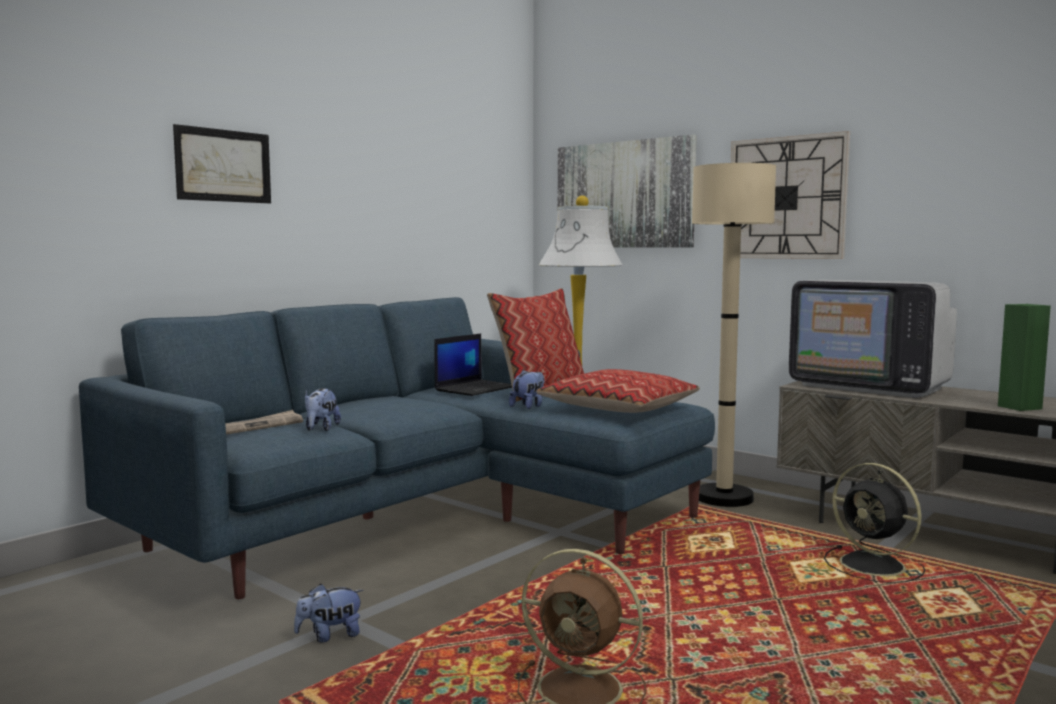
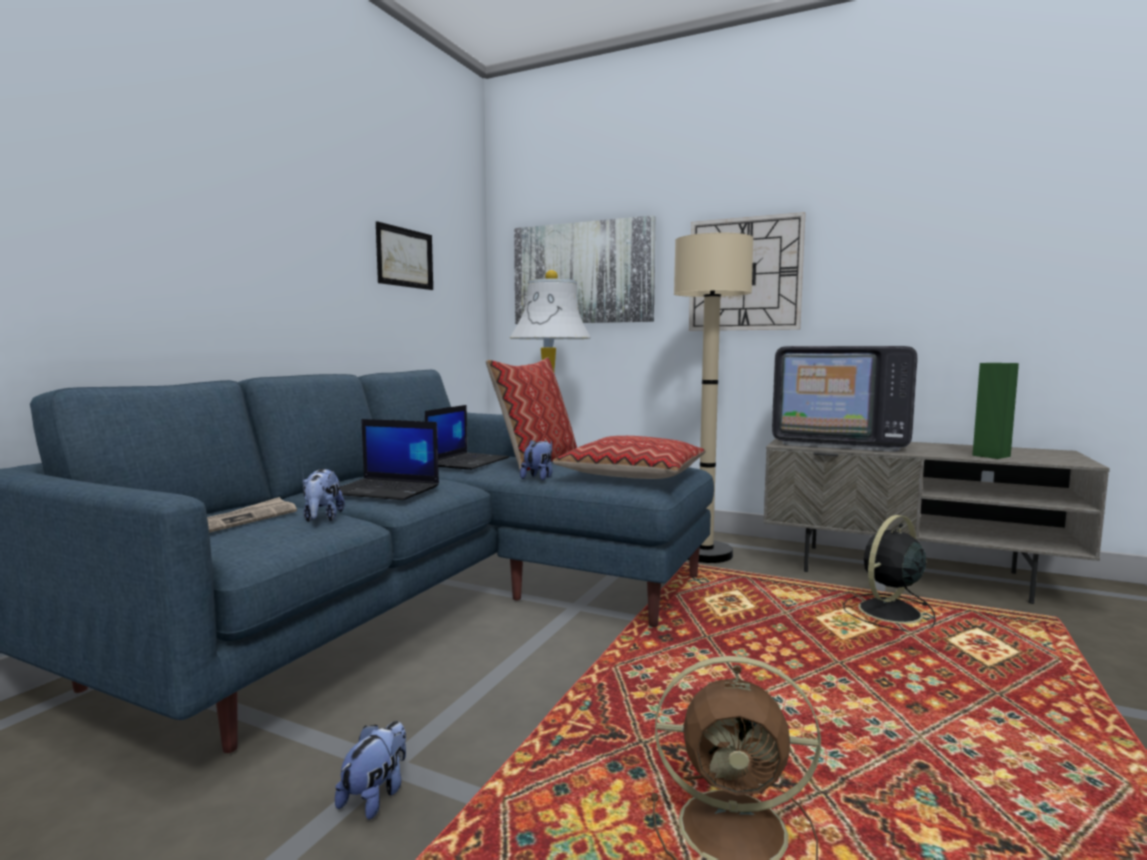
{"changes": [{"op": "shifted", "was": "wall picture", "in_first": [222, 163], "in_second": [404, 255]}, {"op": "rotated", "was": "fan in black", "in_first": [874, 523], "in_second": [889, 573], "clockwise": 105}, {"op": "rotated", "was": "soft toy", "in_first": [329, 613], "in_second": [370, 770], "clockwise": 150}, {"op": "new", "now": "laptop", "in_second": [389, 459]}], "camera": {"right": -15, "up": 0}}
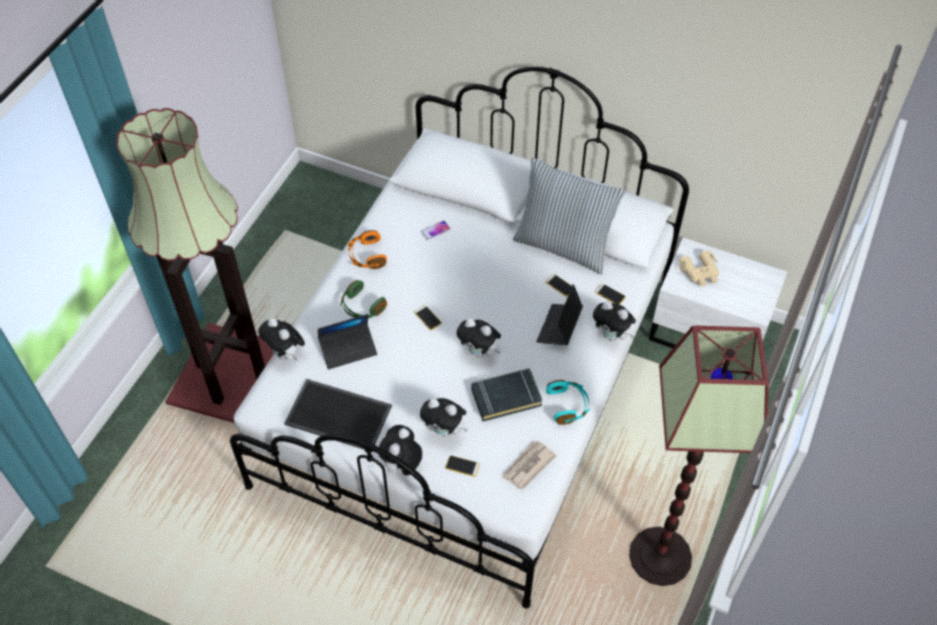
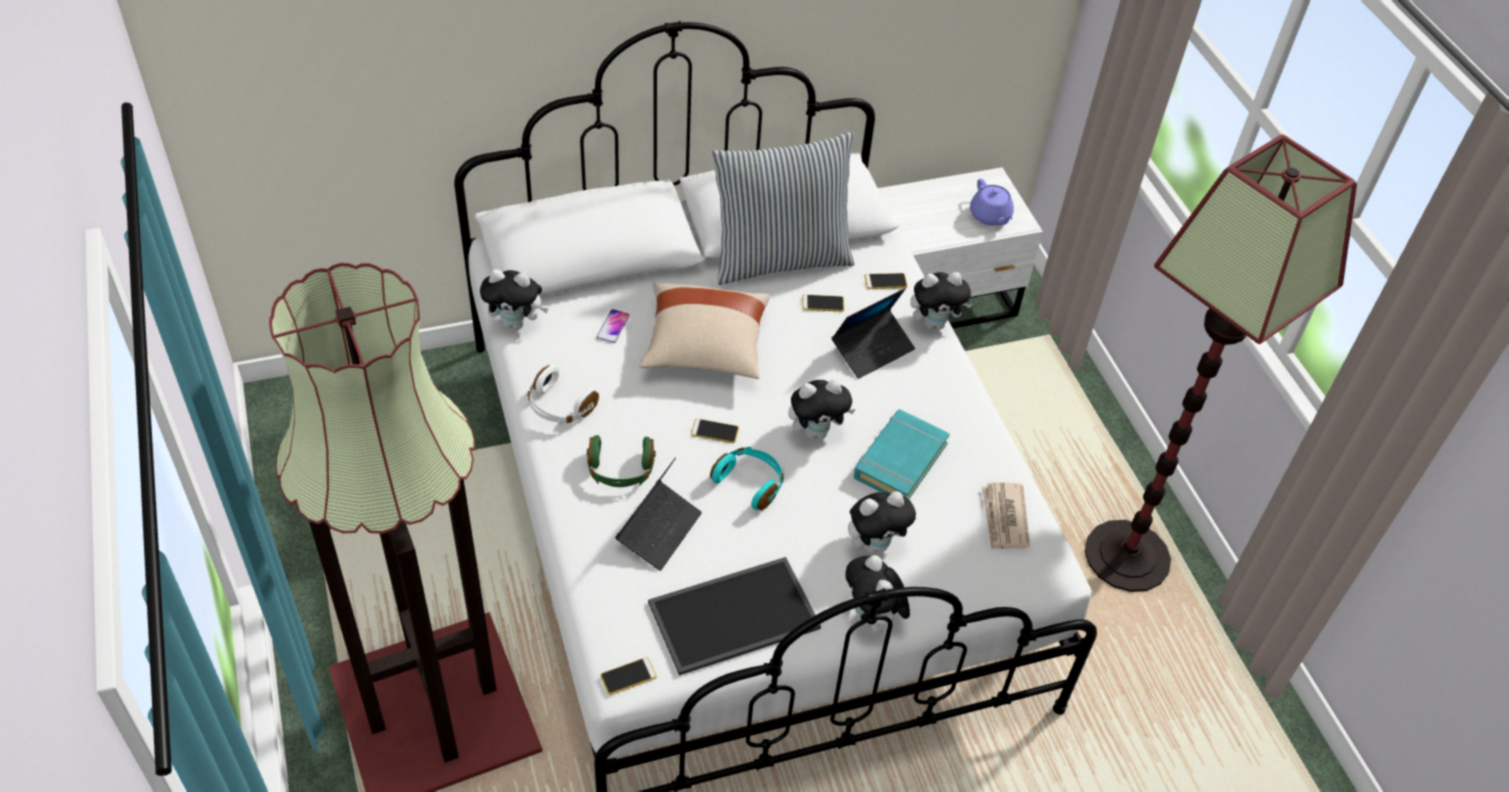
{"changes": [{"op": "repainted", "was": "headphones in orange-coloured", "now": "headphones in white-coloured", "in_first": [367, 249], "in_second": [563, 395]}, {"op": "gone", "was": "field glasses in beige", "in_first": [699, 268]}, {"op": "rotated", "was": "laptop", "in_first": [559, 314], "in_second": [873, 333], "clockwise": -105}, {"op": "shifted", "was": "soft toy", "in_first": [281, 339], "in_second": [514, 299]}, {"op": "repainted", "was": "book in black", "now": "book in turquoise-coloured", "in_first": [507, 394], "in_second": [902, 454]}, {"op": "shifted", "was": "headphones in turquoise-coloured", "in_first": [568, 402], "in_second": [747, 479]}, {"op": "shifted", "was": "handset", "in_first": [462, 466], "in_second": [628, 676]}, {"op": "new", "now": "tea pot in purplish", "in_second": [992, 202]}, {"op": "new", "now": "cushion in beige", "in_second": [705, 331]}], "camera": {"right": -45, "up": -5}}
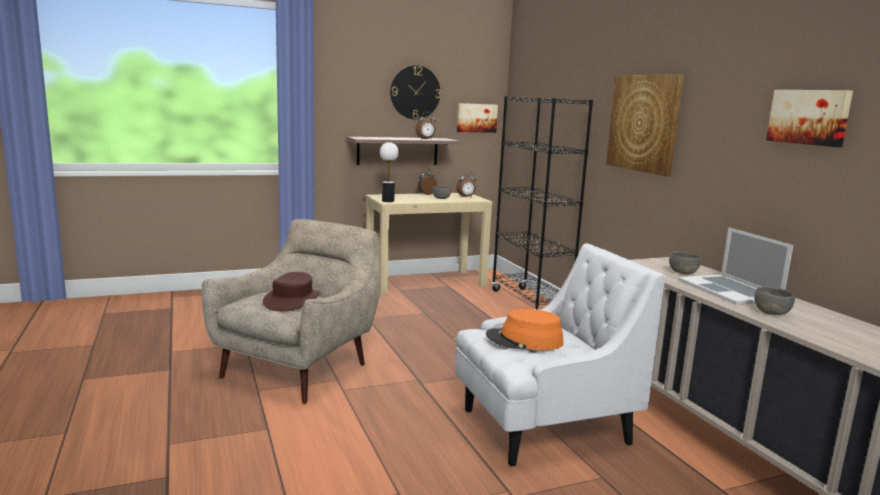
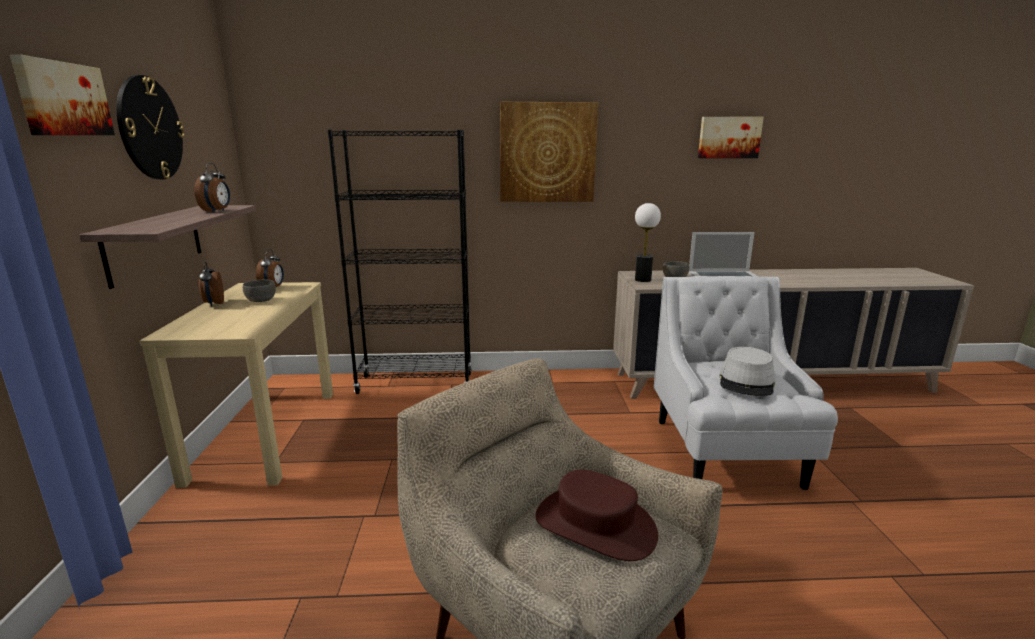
{"changes": [{"op": "shifted", "was": "wall picture", "in_first": [477, 118], "in_second": [62, 94]}, {"op": "shifted", "was": "tabletop lamp", "in_first": [389, 172], "in_second": [648, 242]}, {"op": "gone", "was": "deep dish in grey", "in_first": [774, 301]}, {"op": "repainted", "was": "clothing hat in orange-coloured", "now": "clothing hat in grey", "in_first": [525, 329], "in_second": [747, 371]}], "camera": {"right": -70, "up": 5}}
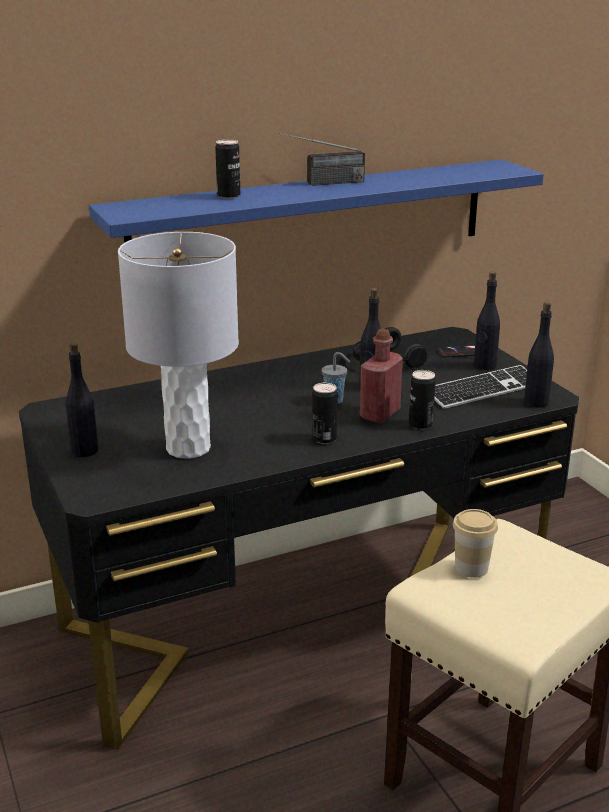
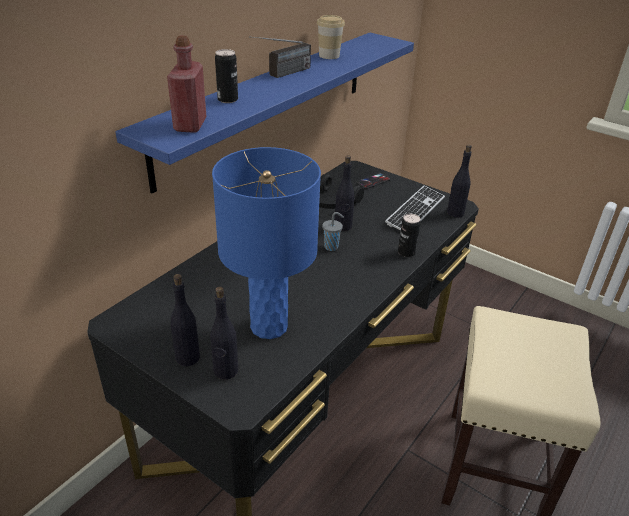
{"changes": [{"op": "repainted", "was": "tabletop lamp in grey", "now": "tabletop lamp in blue", "in_first": [178, 345], "in_second": [266, 243]}, {"op": "shifted", "was": "bottle in black", "in_first": [487, 321], "in_second": [224, 333]}, {"op": "shifted", "was": "bottle in reddish", "in_first": [381, 376], "in_second": [187, 84]}, {"op": "gone", "was": "sealed can", "in_first": [324, 413]}, {"op": "shifted", "was": "cup", "in_first": [475, 543], "in_second": [331, 37]}], "camera": {"right": -30, "up": 10}}
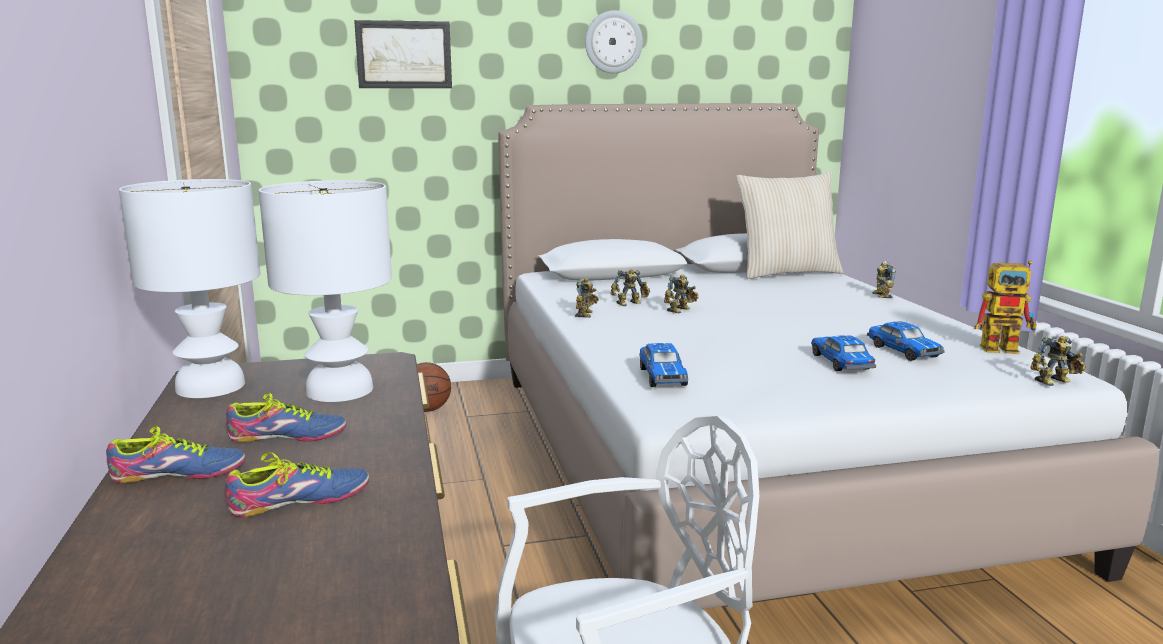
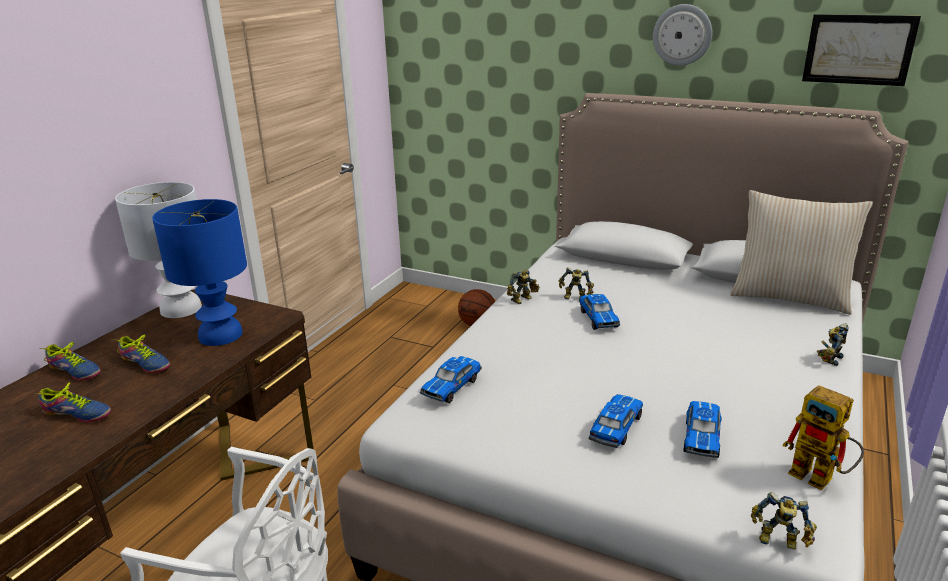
{"changes": [{"op": "shifted", "was": "wall picture", "in_first": [403, 54], "in_second": [861, 50]}, {"op": "repainted", "was": "tabletop lamp in white-coloured", "now": "tabletop lamp in blue", "in_first": [325, 291], "in_second": [199, 272]}, {"op": "swapped", "was": "toy robot", "now": "miniature car", "in_first": [681, 293], "in_second": [599, 312]}], "camera": {"right": 40, "up": 10}}
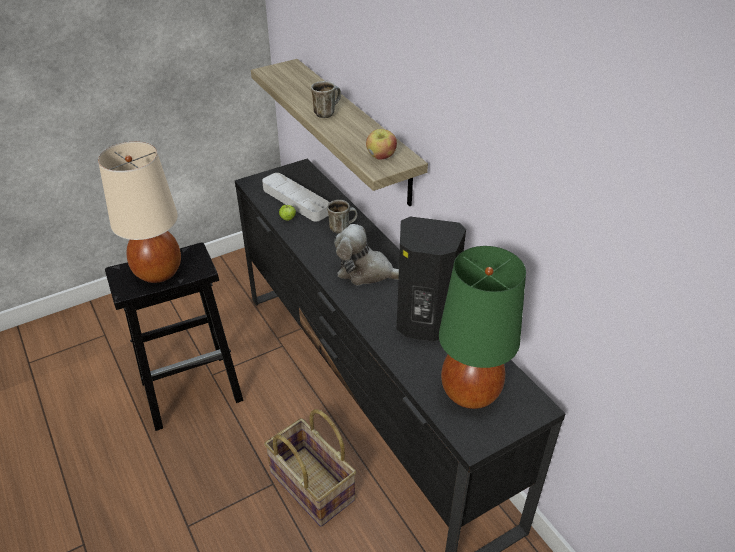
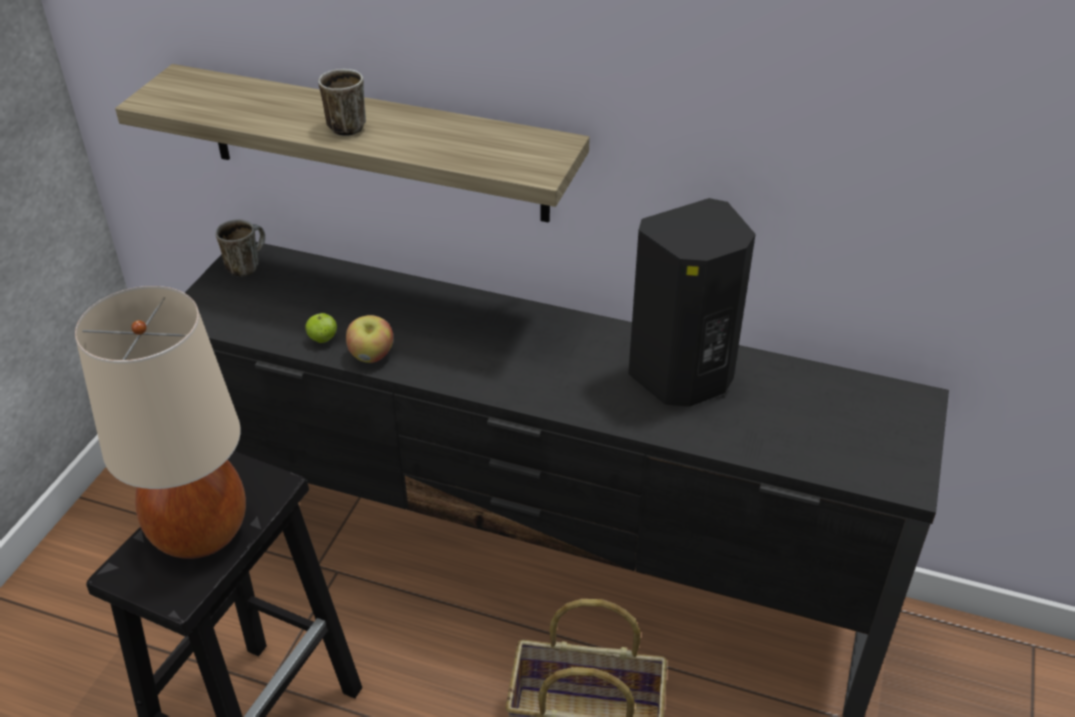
{"changes": [{"op": "shifted", "was": "whole apple", "in_first": [381, 144], "in_second": [369, 339]}, {"op": "gone", "was": "carrying tray in grey", "in_first": [296, 197]}, {"op": "shifted", "was": "tea mug", "in_first": [342, 217], "in_second": [240, 248]}, {"op": "gone", "was": "soft toy", "in_first": [366, 254]}, {"op": "gone", "was": "tabletop lamp in greenish", "in_first": [482, 327]}], "camera": {"right": -40, "up": 0}}
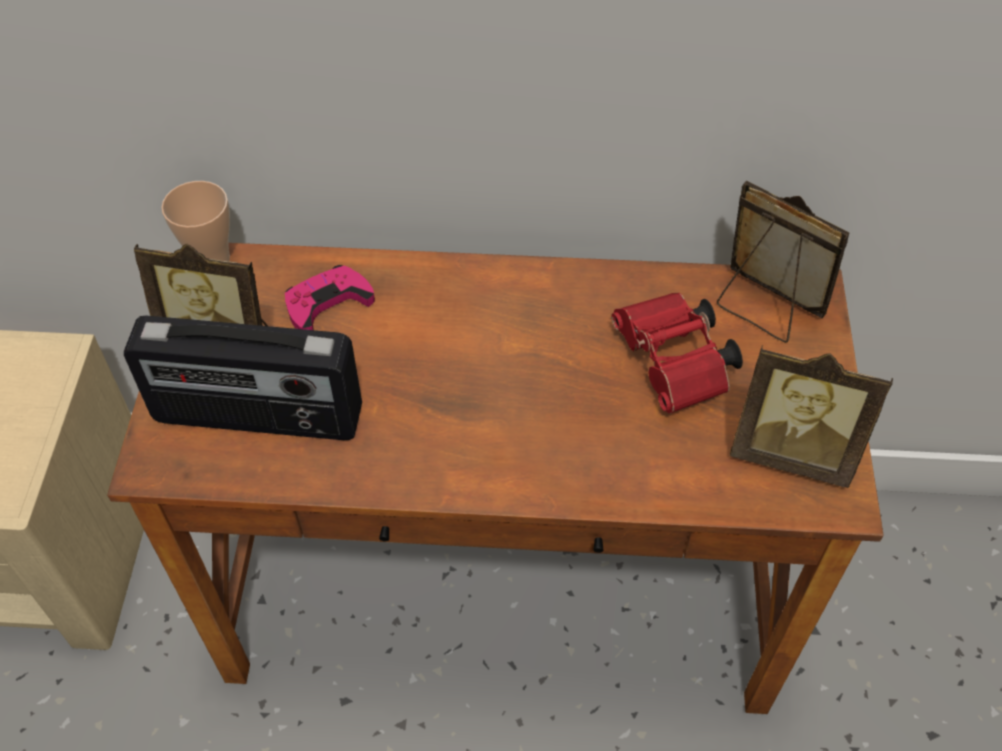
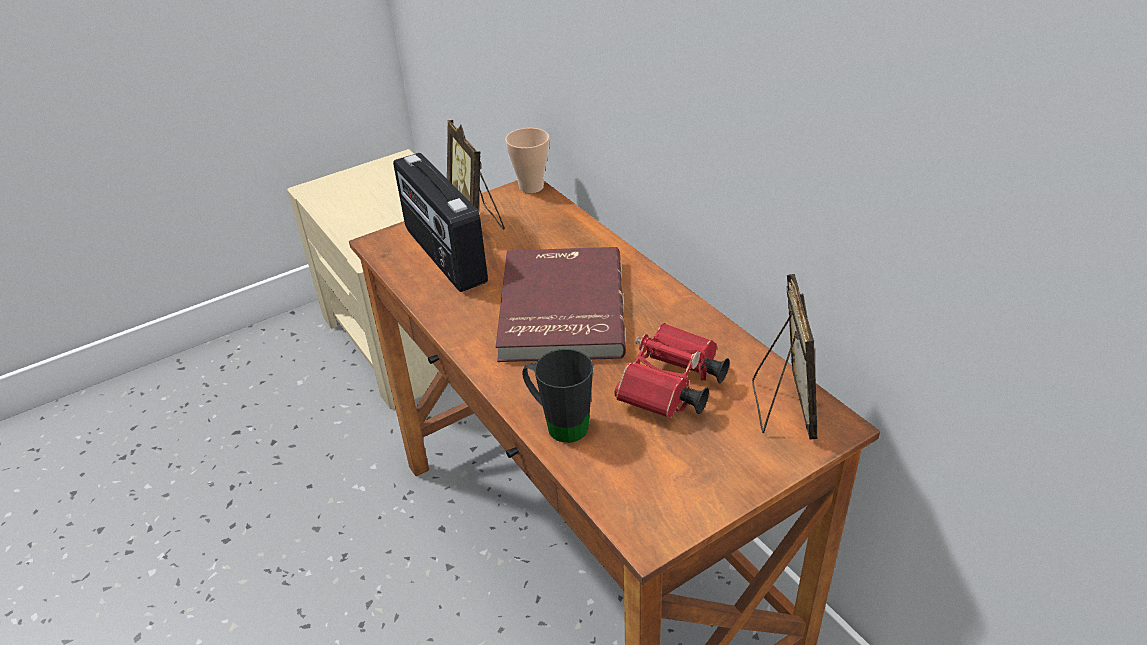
{"changes": [{"op": "gone", "was": "gamepad in pink-coloured", "in_first": [330, 297]}, {"op": "gone", "was": "photo frame", "in_first": [811, 416]}, {"op": "new", "now": "book in reddish", "in_second": [561, 304]}, {"op": "new", "now": "tea mug in black", "in_second": [557, 396]}], "camera": {"right": 55, "up": -15}}
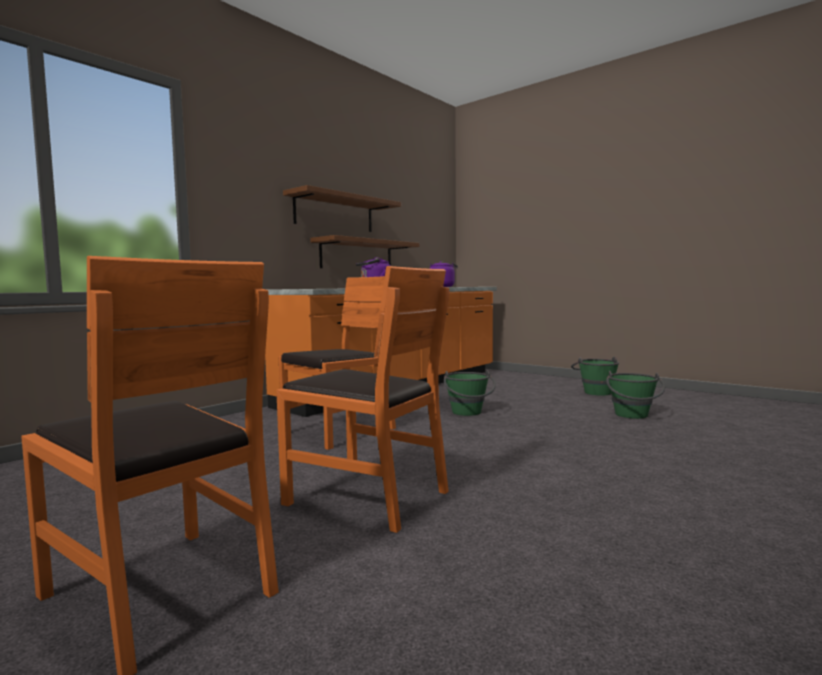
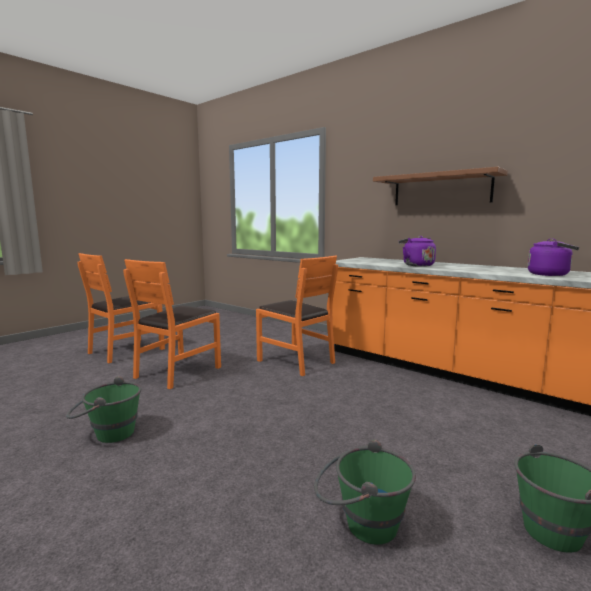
{"changes": [{"op": "gone", "was": "bracket shelf in brown", "in_first": [364, 251]}, {"op": "shifted", "was": "pail in greenish", "in_first": [470, 393], "in_second": [103, 409]}], "camera": {"right": 90, "up": 5}}
